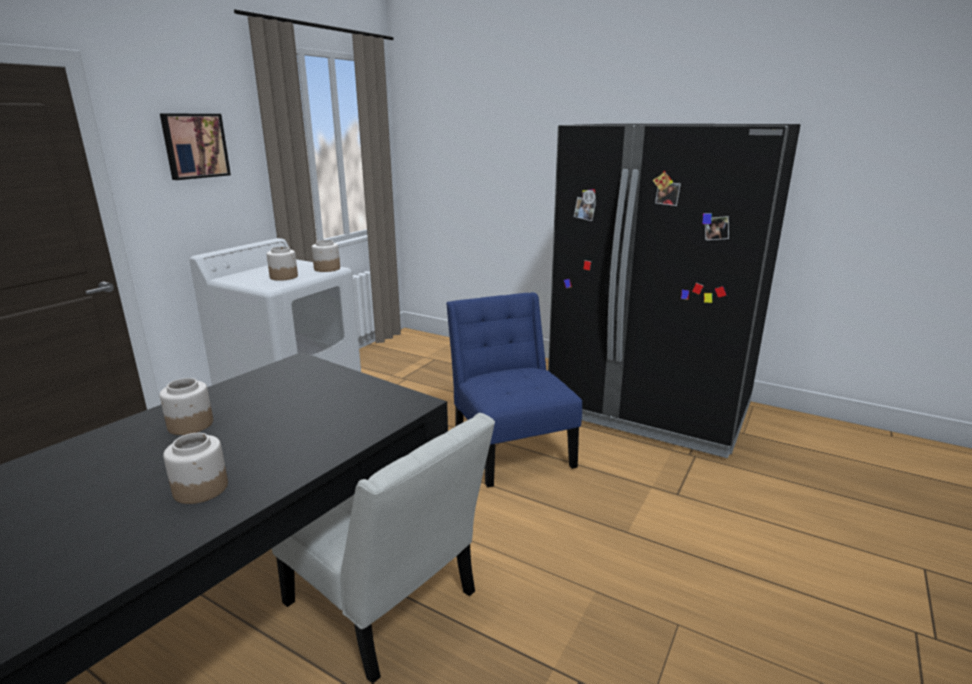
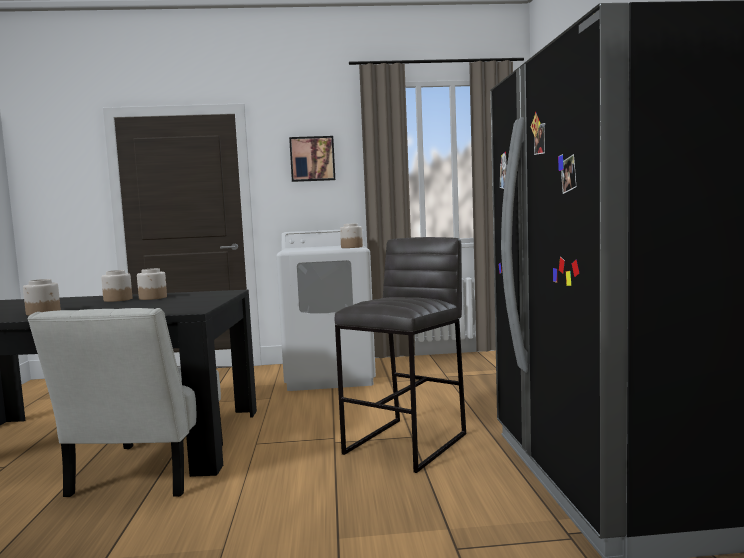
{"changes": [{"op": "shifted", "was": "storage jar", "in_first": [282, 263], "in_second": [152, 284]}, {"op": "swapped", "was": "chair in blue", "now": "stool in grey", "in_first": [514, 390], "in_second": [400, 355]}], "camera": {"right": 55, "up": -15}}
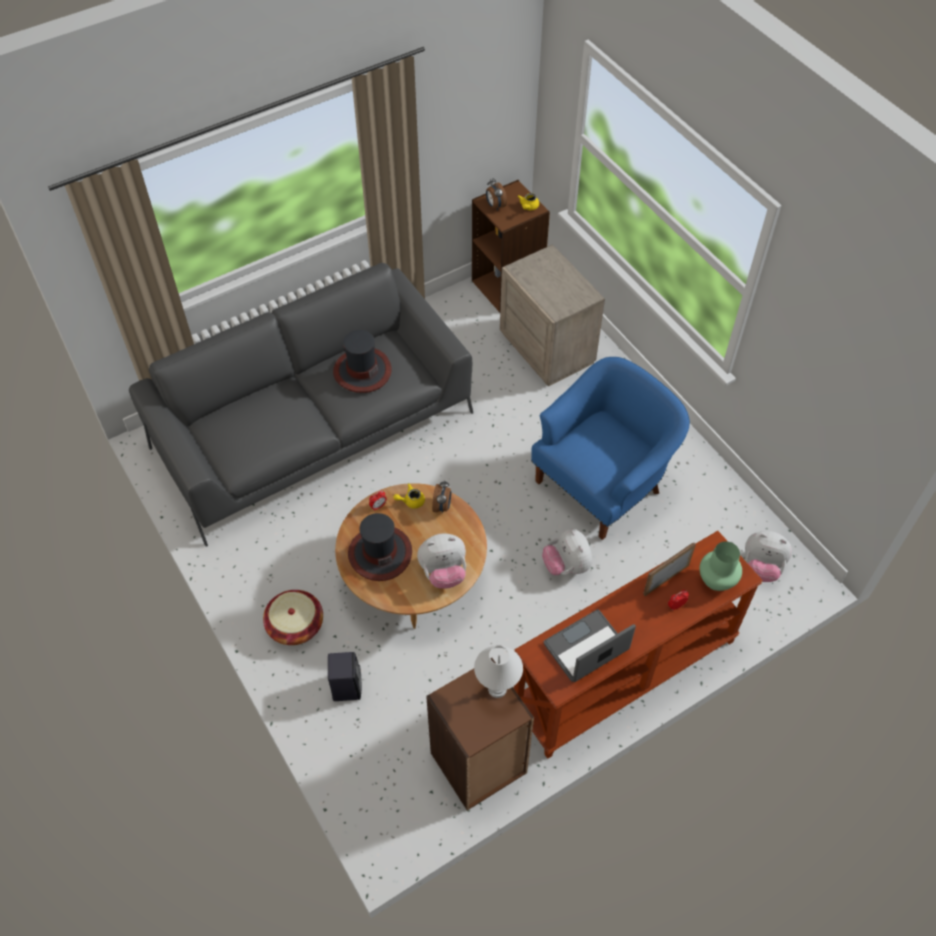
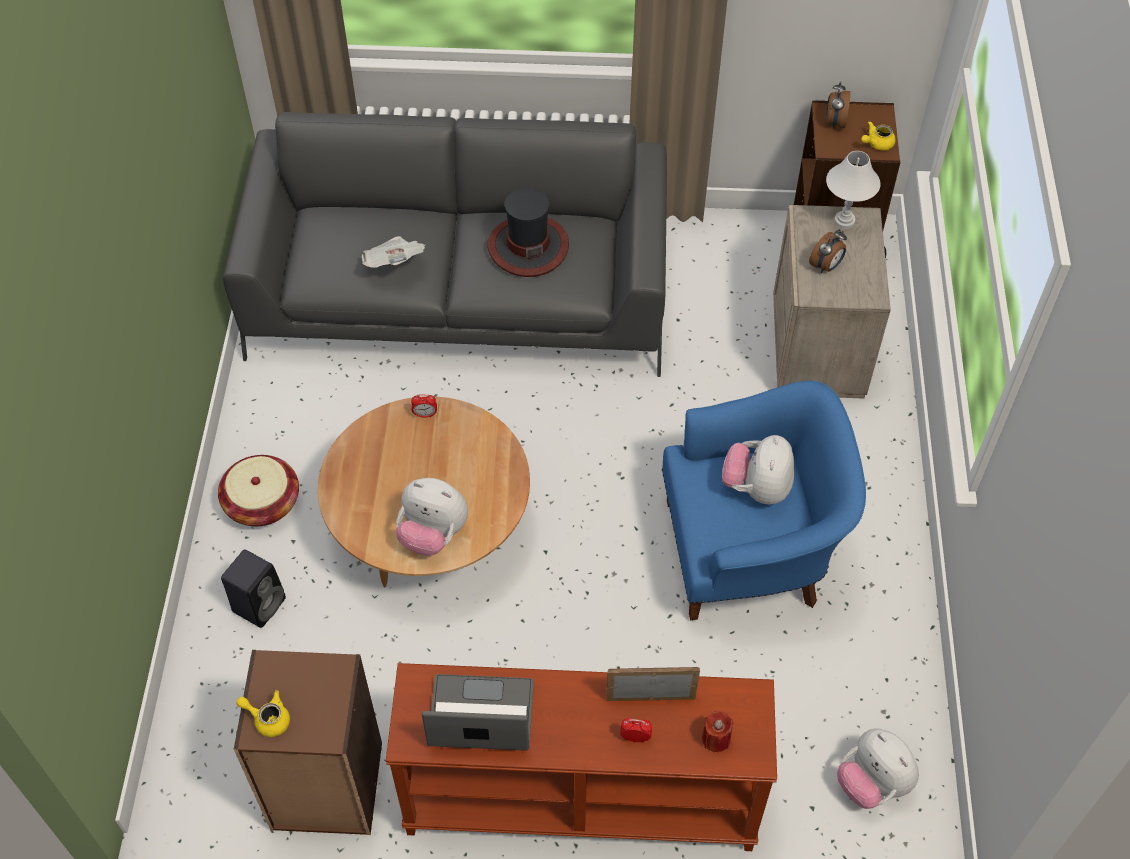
{"changes": [{"op": "shifted", "was": "table clock", "in_first": [441, 496], "in_second": [828, 251]}, {"op": "shifted", "was": "tea pot in yellow-coloured", "in_first": [409, 496], "in_second": [263, 713]}, {"op": "gone", "was": "clothing hat", "in_first": [380, 547]}, {"op": "shifted", "was": "soft toy", "in_first": [567, 552], "in_second": [758, 470]}, {"op": "swapped", "was": "decorative vase in greenish", "now": "candle in reddish", "in_first": [721, 566], "in_second": [717, 731]}, {"op": "shifted", "was": "tabletop lamp in white-coloured", "in_first": [498, 672], "in_second": [853, 190]}, {"op": "new", "now": "daily paper", "in_second": [393, 252]}], "camera": {"right": 35, "up": 0}}
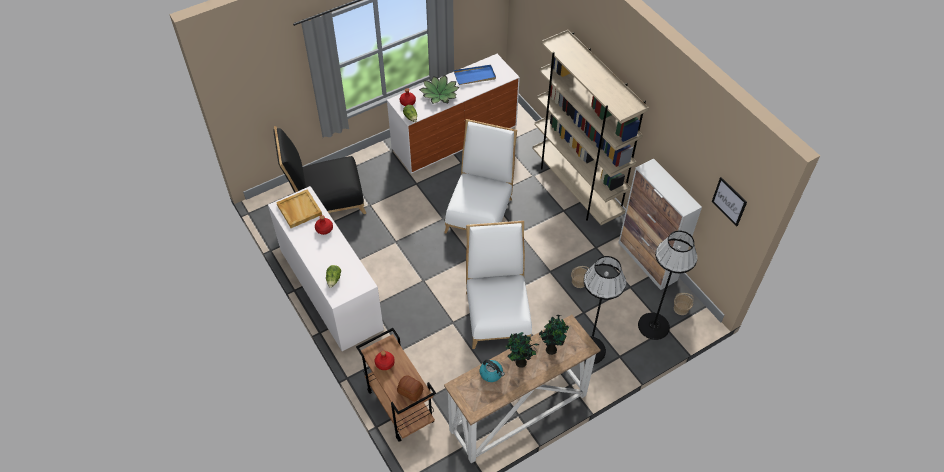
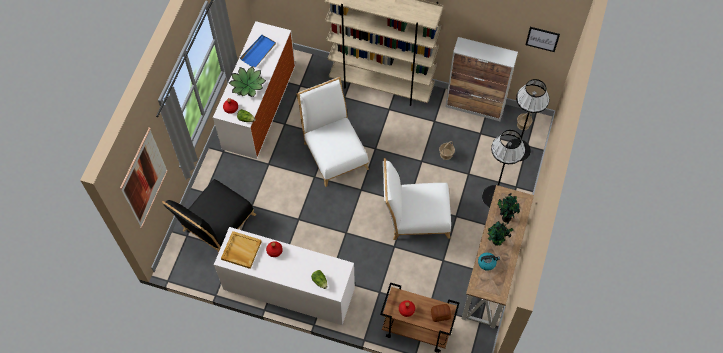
{"changes": [{"op": "rotated", "was": "chair in white-coloured", "in_first": [499, 285], "in_second": [417, 199], "clockwise": -45}, {"op": "new", "now": "wall picture", "in_second": [144, 177]}], "camera": {"right": -40, "up": 10}}
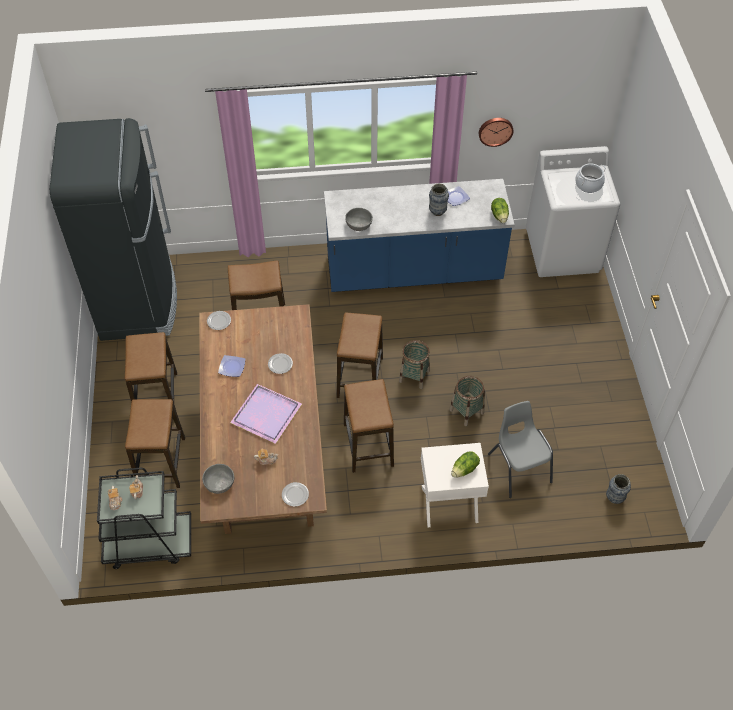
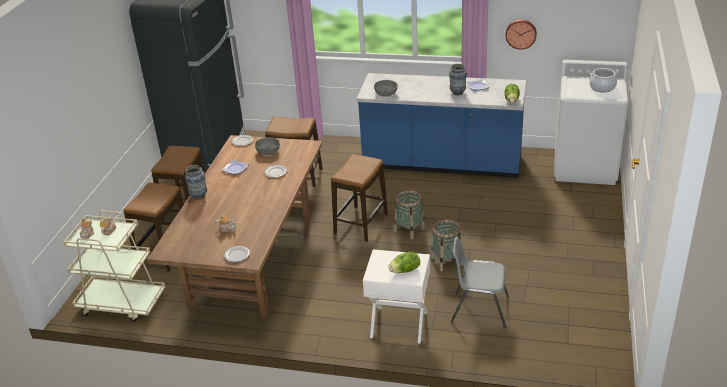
{"changes": [{"op": "gone", "was": "stool", "in_first": [369, 426]}, {"op": "gone", "was": "carrying tray in purplish", "in_first": [266, 414]}, {"op": "rotated", "was": "chair in grey", "in_first": [520, 449], "in_second": [480, 282], "clockwise": -75}, {"op": "shifted", "was": "deep dish in grey", "in_first": [218, 479], "in_second": [267, 146]}, {"op": "repainted", "was": "trolley in black", "now": "trolley in beige", "in_first": [144, 518], "in_second": [114, 266]}, {"op": "shifted", "was": "decorative vase", "in_first": [618, 489], "in_second": [196, 182]}], "camera": {"right": 20, "up": -20}}
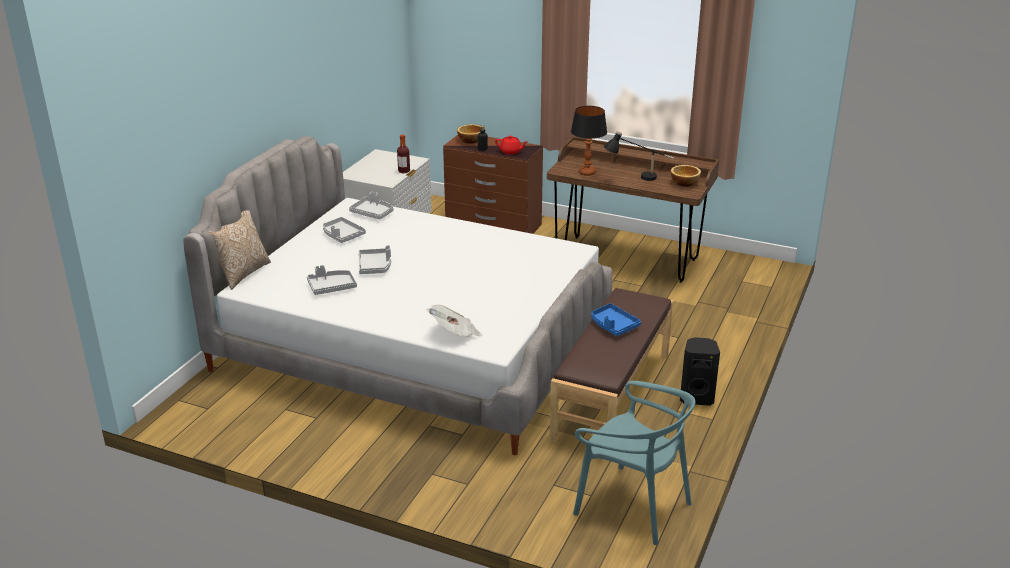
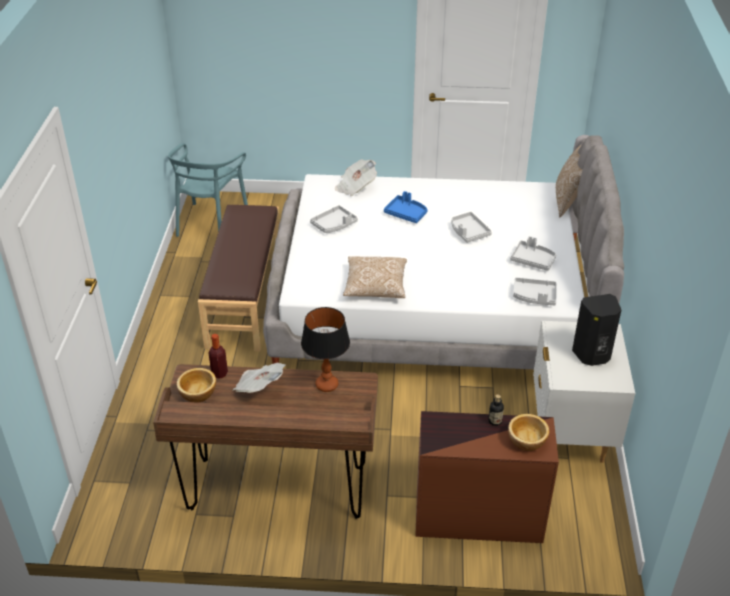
{"changes": [{"op": "swapped", "was": "tabletop lamp in black", "now": "daily paper", "in_first": [639, 156], "in_second": [259, 378]}, {"op": "shifted", "was": "bottle", "in_first": [403, 154], "in_second": [218, 356]}, {"op": "gone", "was": "tea pot in reddish", "in_first": [511, 145]}, {"op": "shifted", "was": "carrying tray in grey", "in_first": [332, 280], "in_second": [334, 219]}, {"op": "shifted", "was": "carrying tray in blue", "in_first": [616, 319], "in_second": [406, 207]}, {"op": "shifted", "was": "speaker in black", "in_first": [700, 371], "in_second": [596, 330]}, {"op": "rotated", "was": "chair in turquoise-coloured", "in_first": [634, 463], "in_second": [208, 190], "clockwise": -90}, {"op": "new", "now": "cushion", "in_second": [375, 277]}], "camera": {"right": 160, "up": 10}}
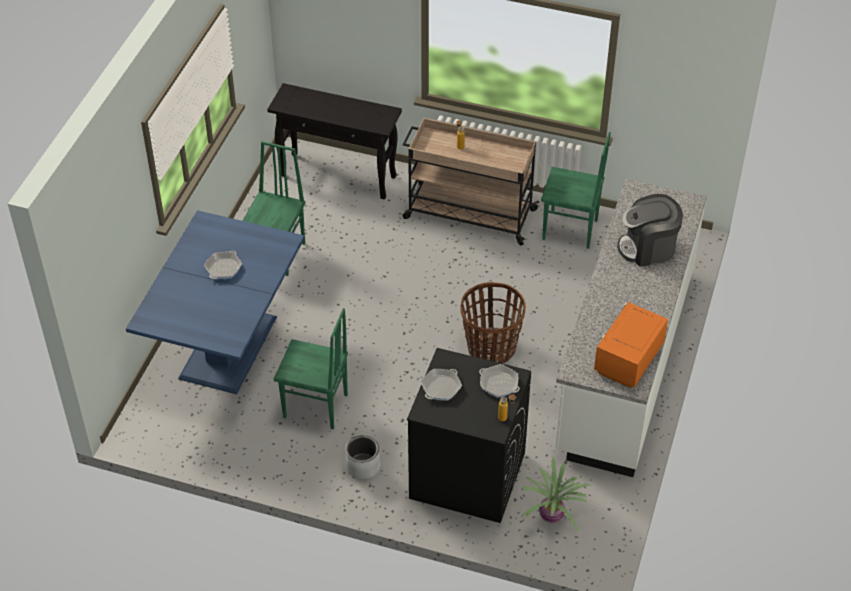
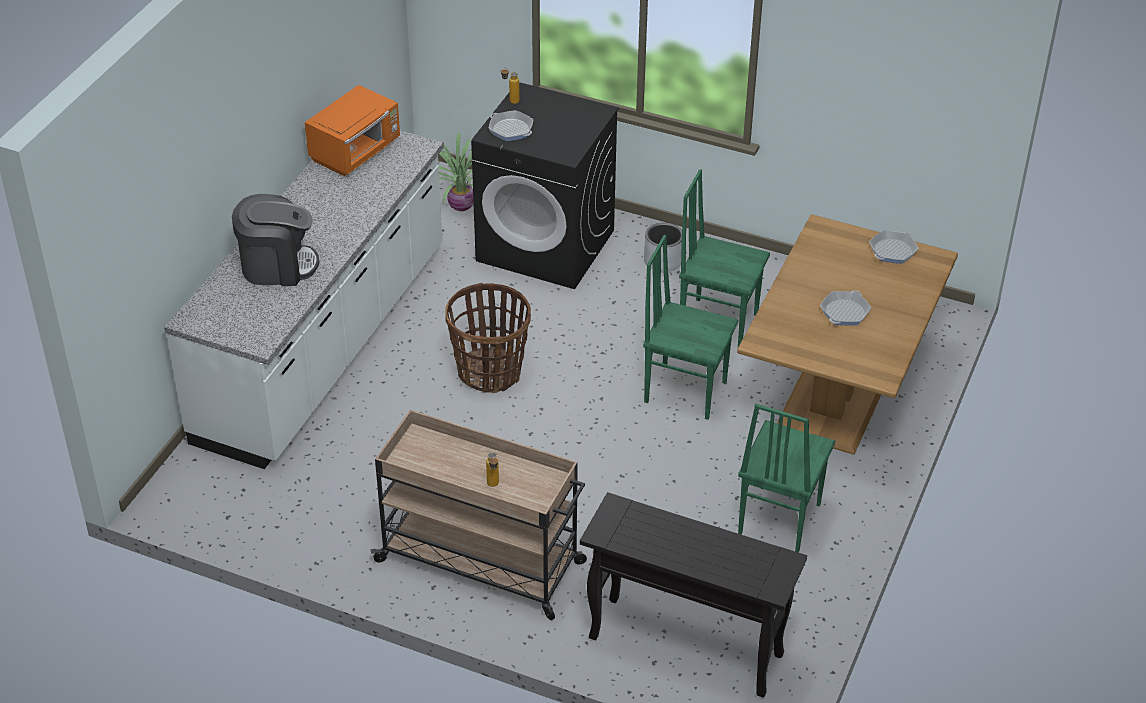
{"changes": [{"op": "shifted", "was": "chair in greenish", "in_first": [576, 190], "in_second": [690, 327]}, {"op": "repainted", "was": "dining table in blue", "now": "dining table in brown", "in_first": [215, 302], "in_second": [847, 334]}, {"op": "shifted", "was": "skillet", "in_first": [441, 385], "in_second": [894, 247]}], "camera": {"right": -175, "up": -5}}
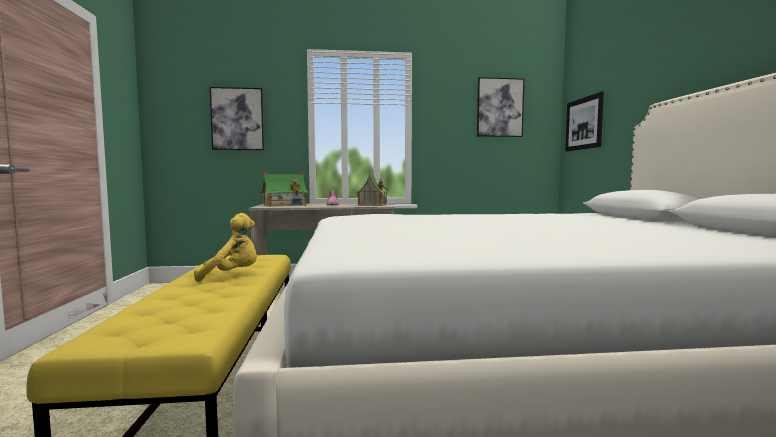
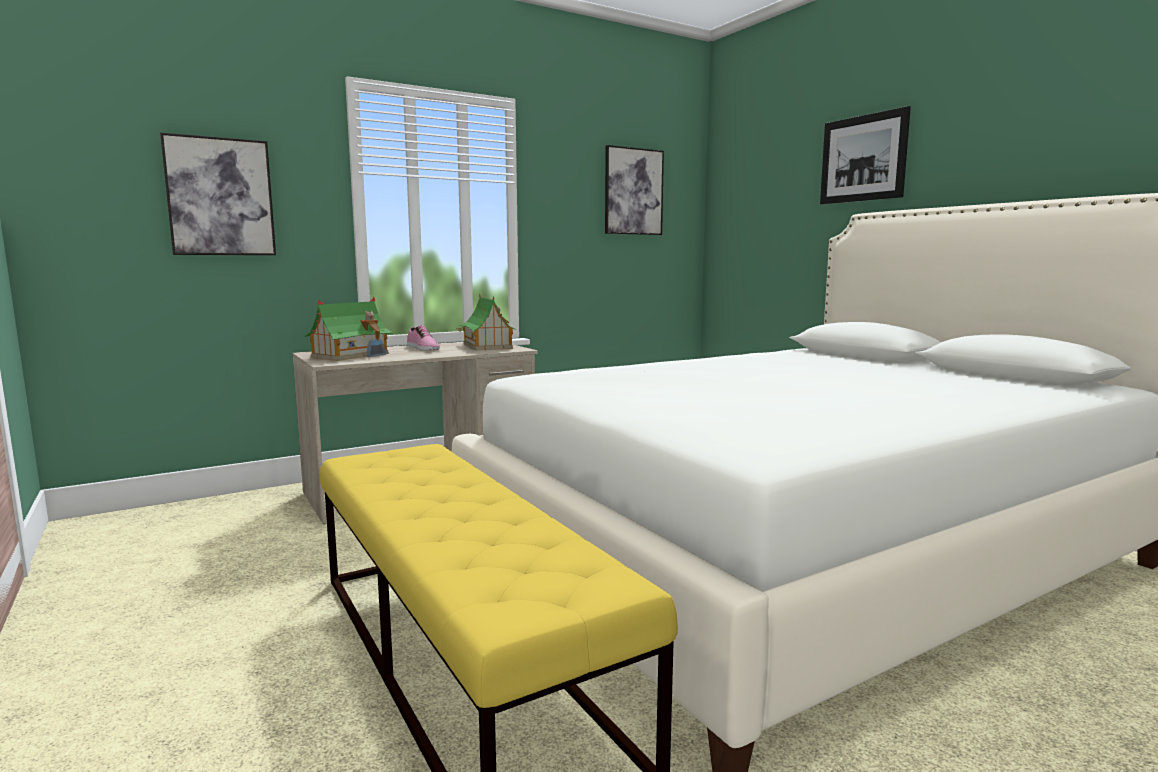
{"changes": [{"op": "shifted", "was": "wall picture", "in_first": [584, 121], "in_second": [865, 155]}, {"op": "gone", "was": "soft toy in yellow-coloured", "in_first": [225, 247]}], "camera": {"right": -25, "up": 5}}
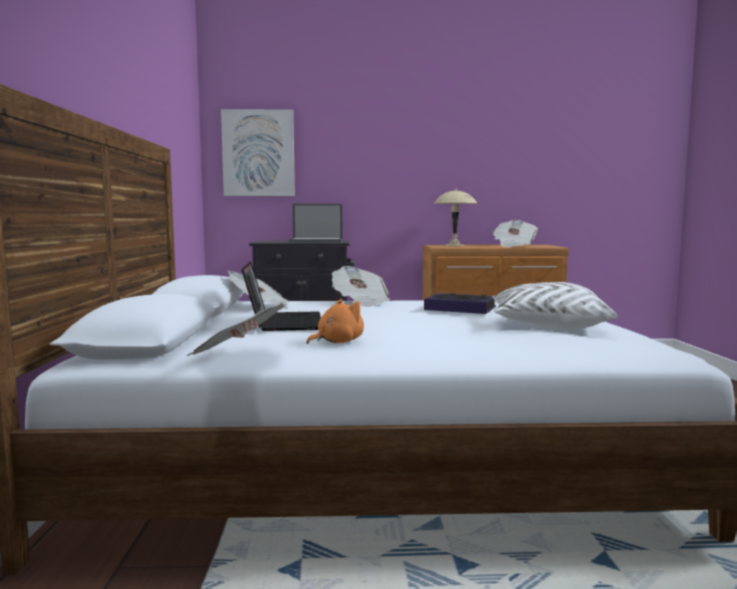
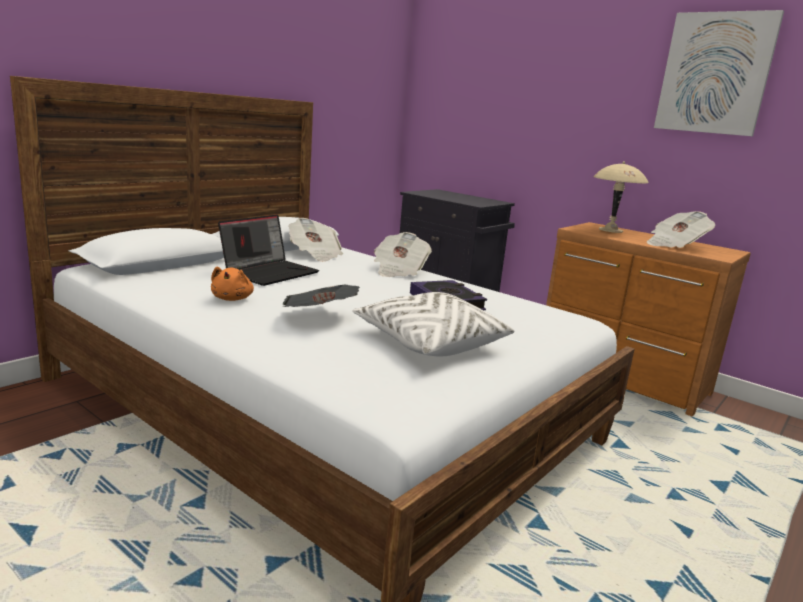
{"changes": [{"op": "shifted", "was": "wall picture", "in_first": [258, 152], "in_second": [719, 73]}, {"op": "gone", "was": "laptop", "in_first": [316, 223]}, {"op": "rotated", "was": "soft toy in orange-coloured", "in_first": [335, 321], "in_second": [232, 284], "clockwise": 90}, {"op": "shifted", "was": "daily paper", "in_first": [236, 329], "in_second": [321, 296]}], "camera": {"right": 40, "up": 10}}
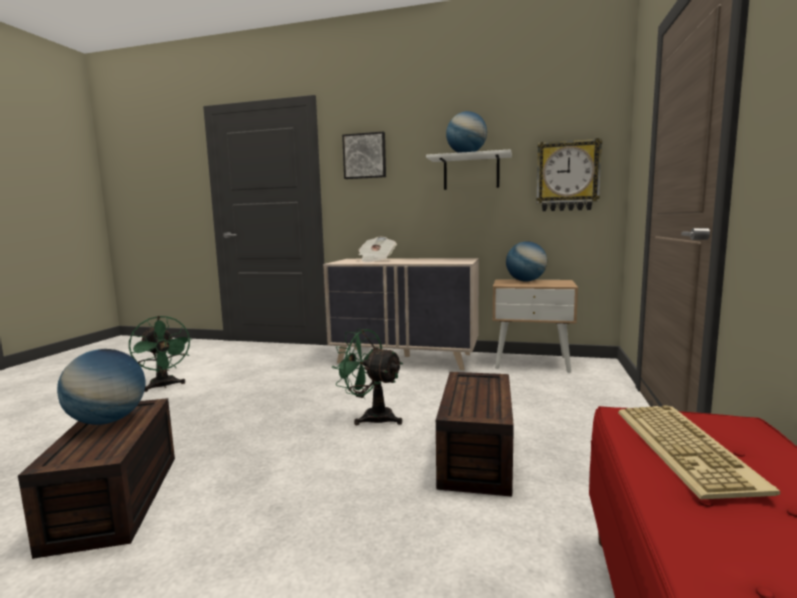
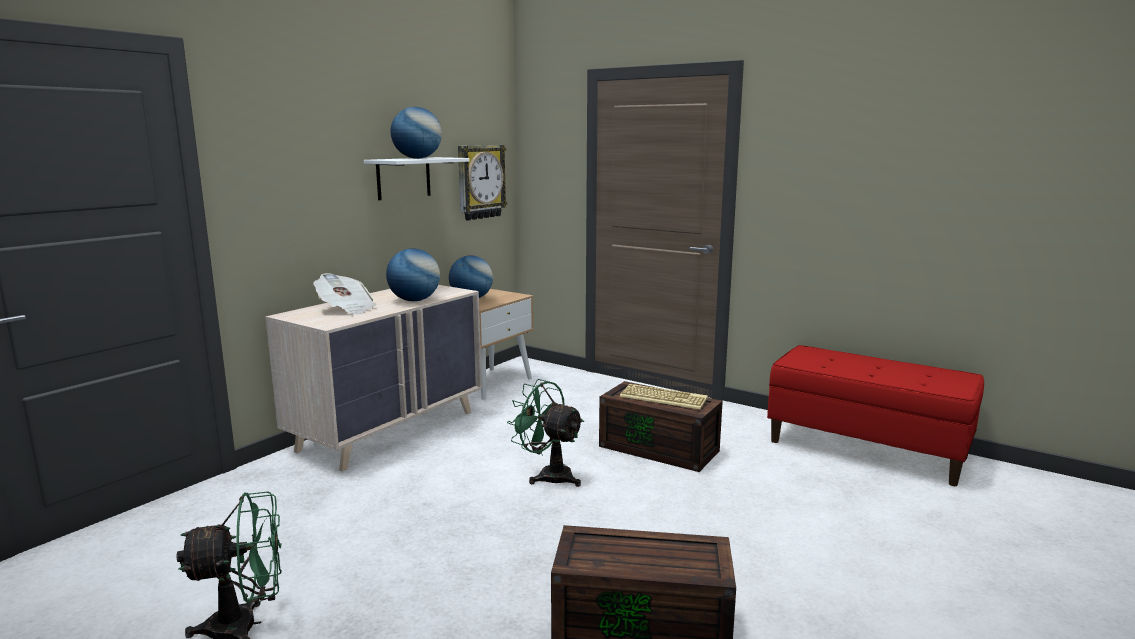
{"changes": [{"op": "gone", "was": "wall picture", "in_first": [364, 155]}, {"op": "rotated", "was": "fan in greenish", "in_first": [367, 377], "in_second": [545, 433], "clockwise": 75}, {"op": "shifted", "was": "world globe", "in_first": [101, 387], "in_second": [413, 274]}, {"op": "shifted", "was": "keyboard", "in_first": [699, 452], "in_second": [664, 396]}], "camera": {"right": -70, "up": 5}}
